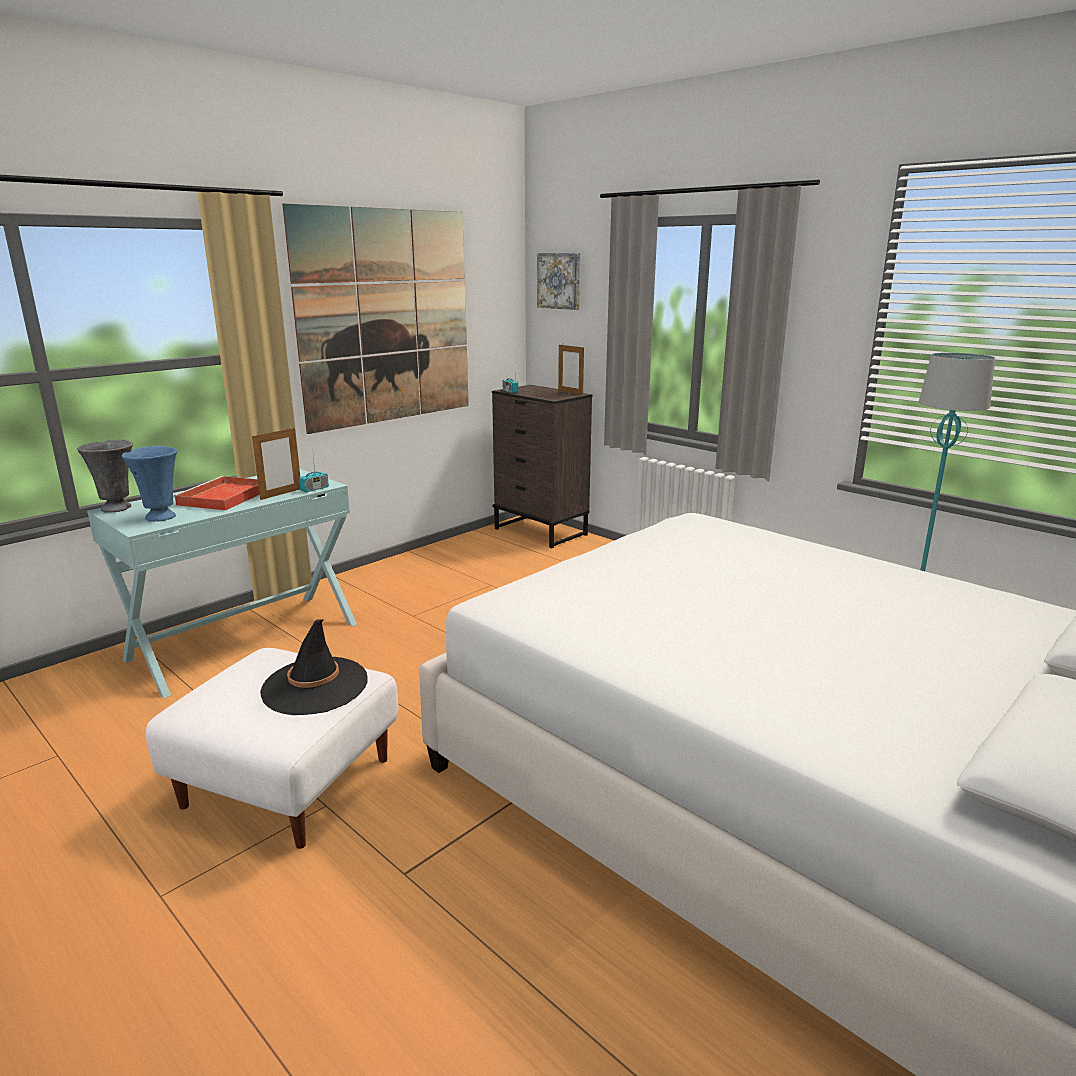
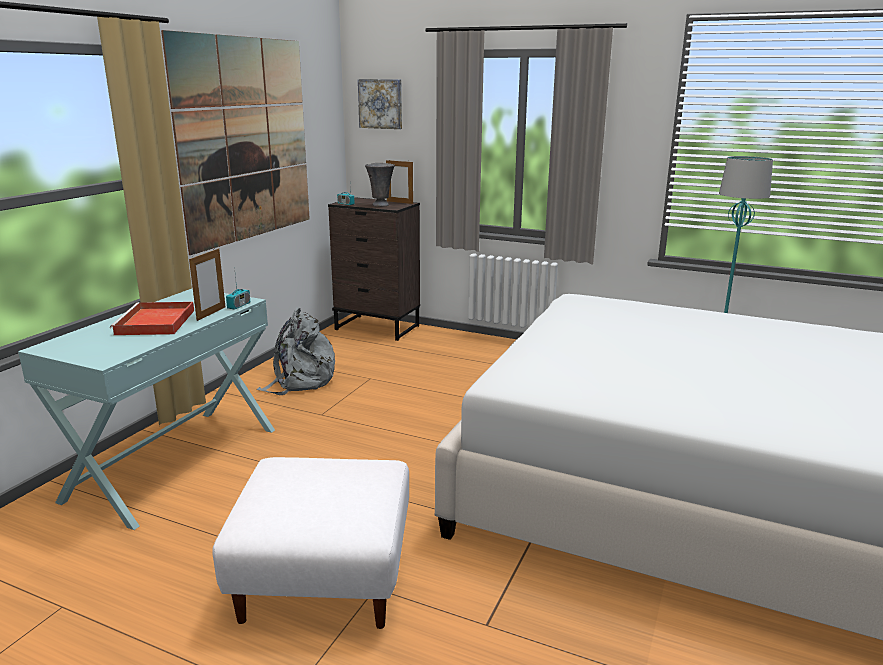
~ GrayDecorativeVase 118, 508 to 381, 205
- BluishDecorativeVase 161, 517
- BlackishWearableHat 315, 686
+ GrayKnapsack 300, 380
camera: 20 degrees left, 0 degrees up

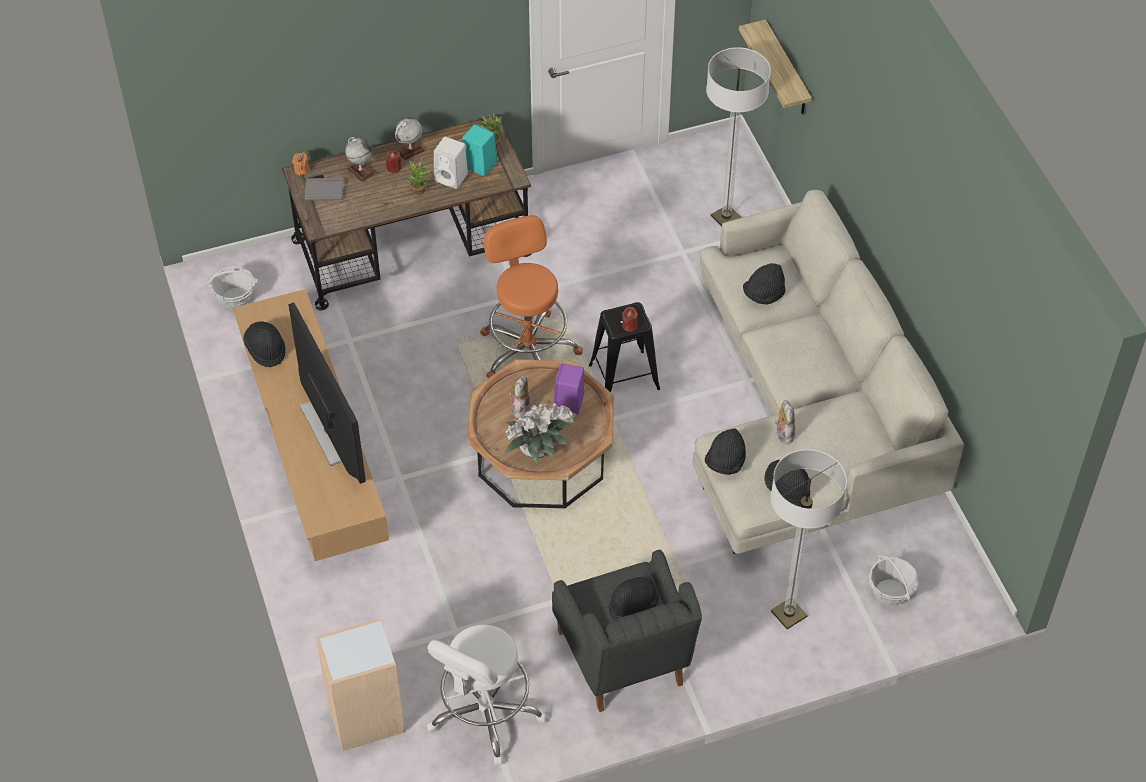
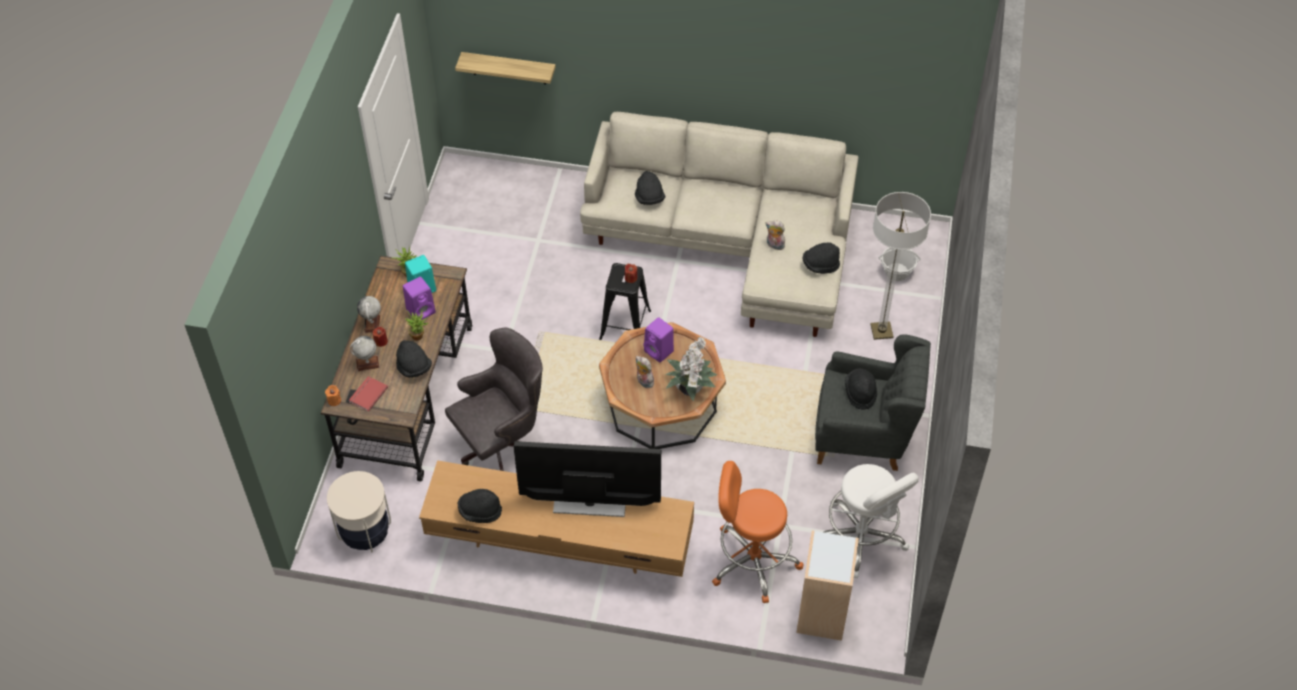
- StandingLamp 726, 218
~ WhitishAudioSpeaker 452, 178 to PurplishAudioSpeaker 421, 310
~ GrayVolume 324, 189 to RedVolume 367, 394
~ OrangeStool 528, 350 to 752, 561
~ HouseholdBasket 235, 298 to BeigeColouredAccentTable 365, 532
~ BlackishWearableHat 725, 462 to 414, 368
+ GrayComputerChair 501, 444
camera: 60 degrees left, 0 degrees up

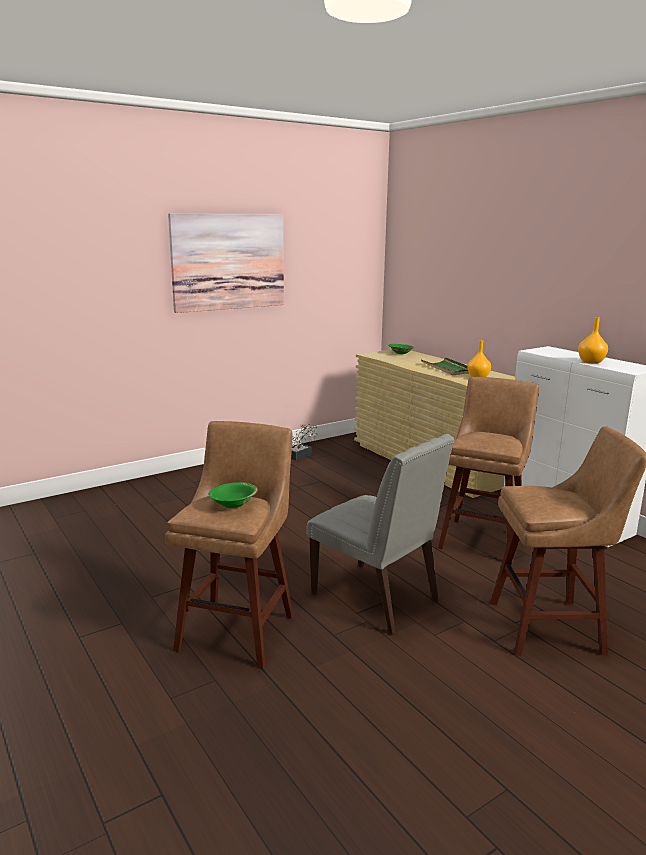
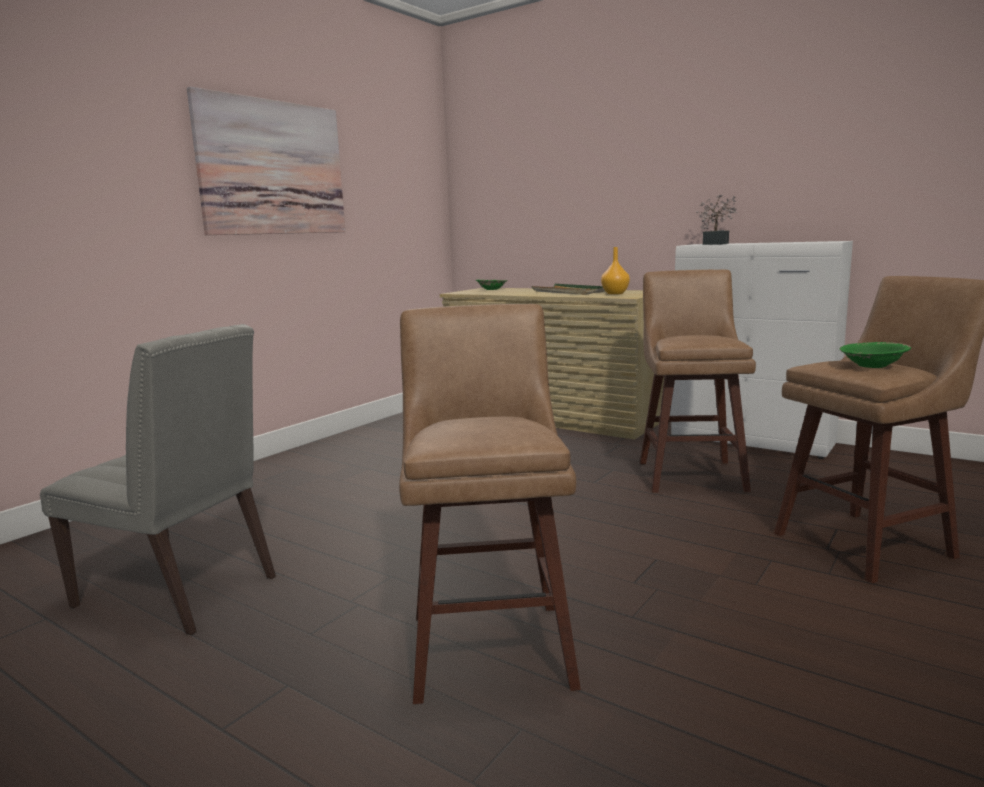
- OrangeDecorativeVase 591, 362
~ PottedPlant 301, 455 to 716, 244
~ GrayUprightChair 373, 597 to 175, 591
~ GreenColouredServingBowl 233, 504 to 872, 366
camera: 20 degrees left, 5 degrees down

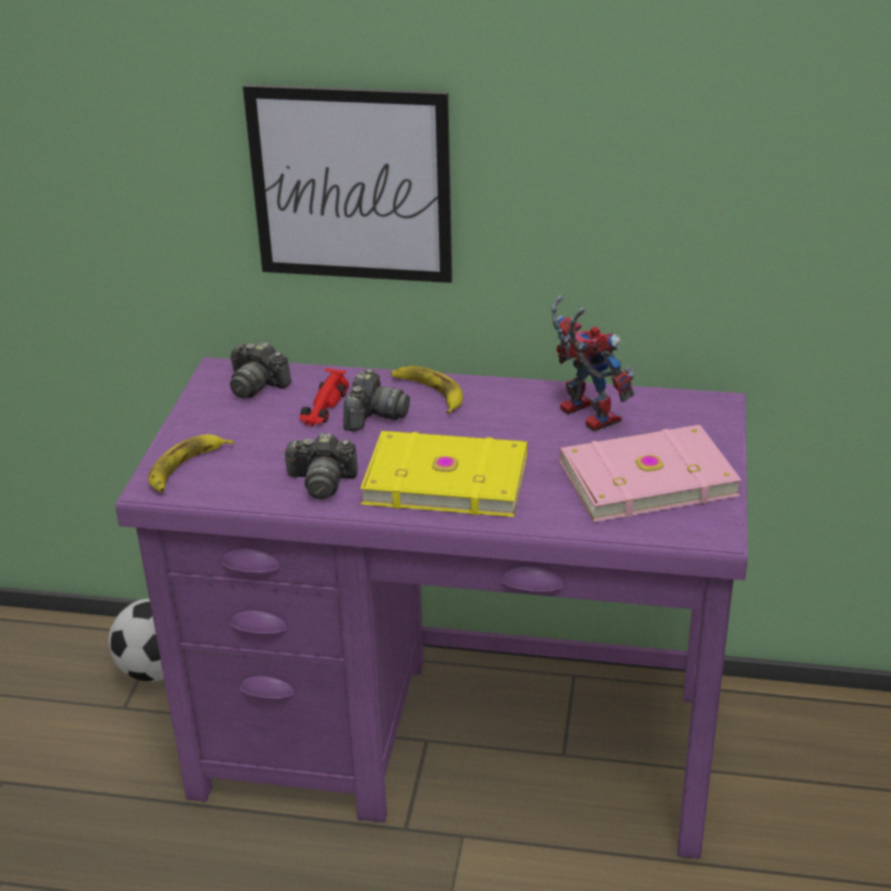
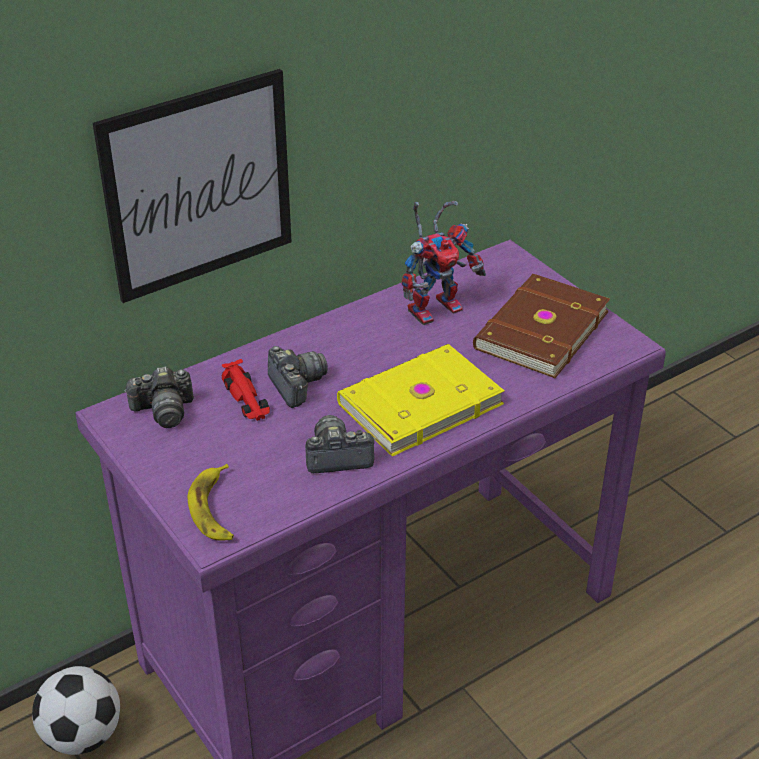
~ ToyRobot 582, 414 = 436, 306 135 degrees clockwise
- Banana 429, 393
~ PinkVolume 645, 477 to BrownVolume 539, 330
~ StillCamera 322, 482 = 337, 457 150 degrees counterclockwise
camera: 45 degrees left, 5 degrees up

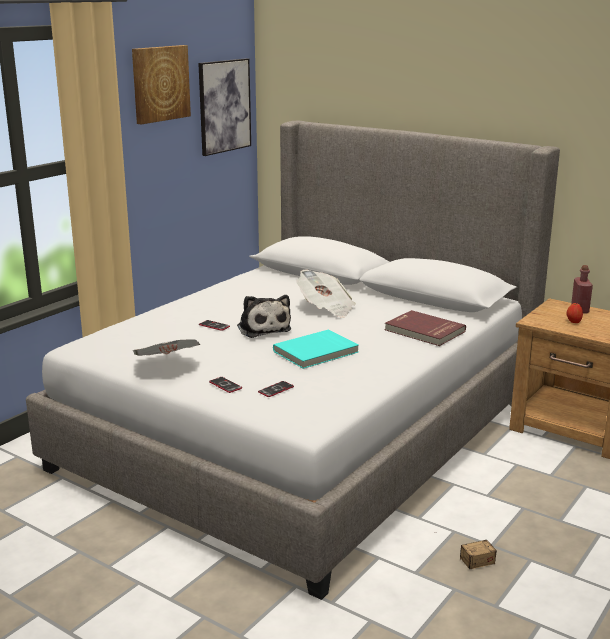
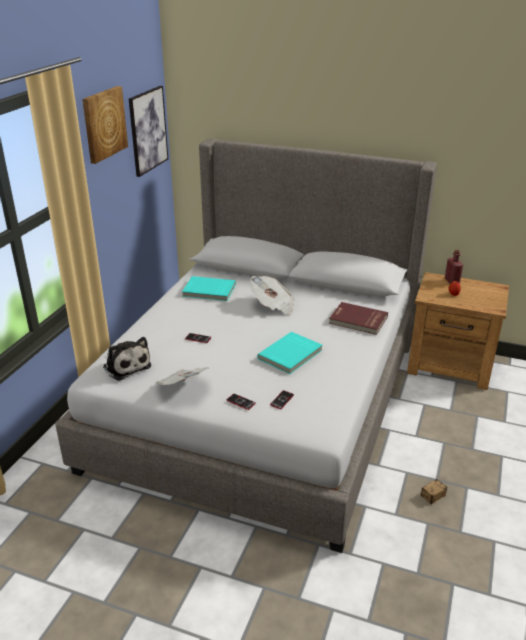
~ CuddlyToy 263, 328 to 126, 366
+ TurquoiseVolume 209, 291
camera: 15 degrees left, 10 degrees up

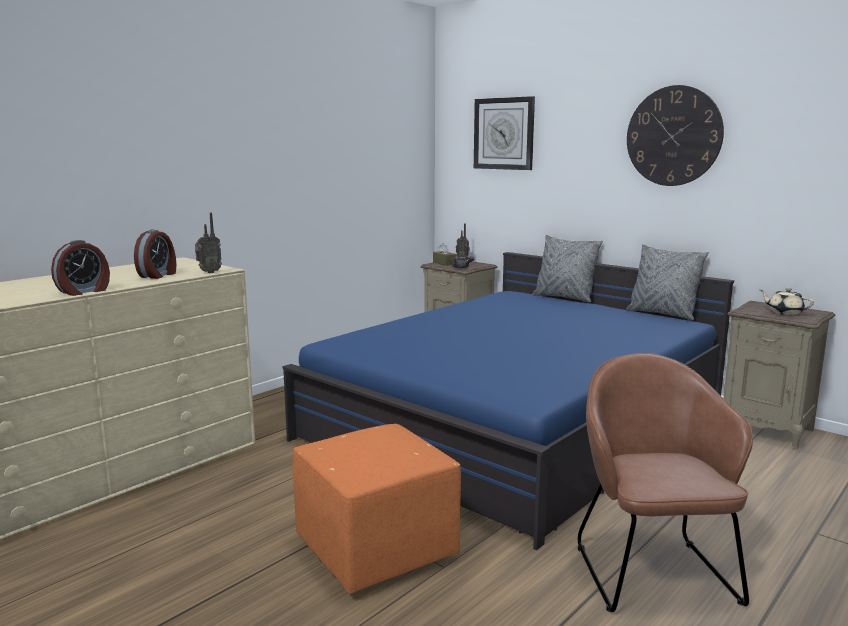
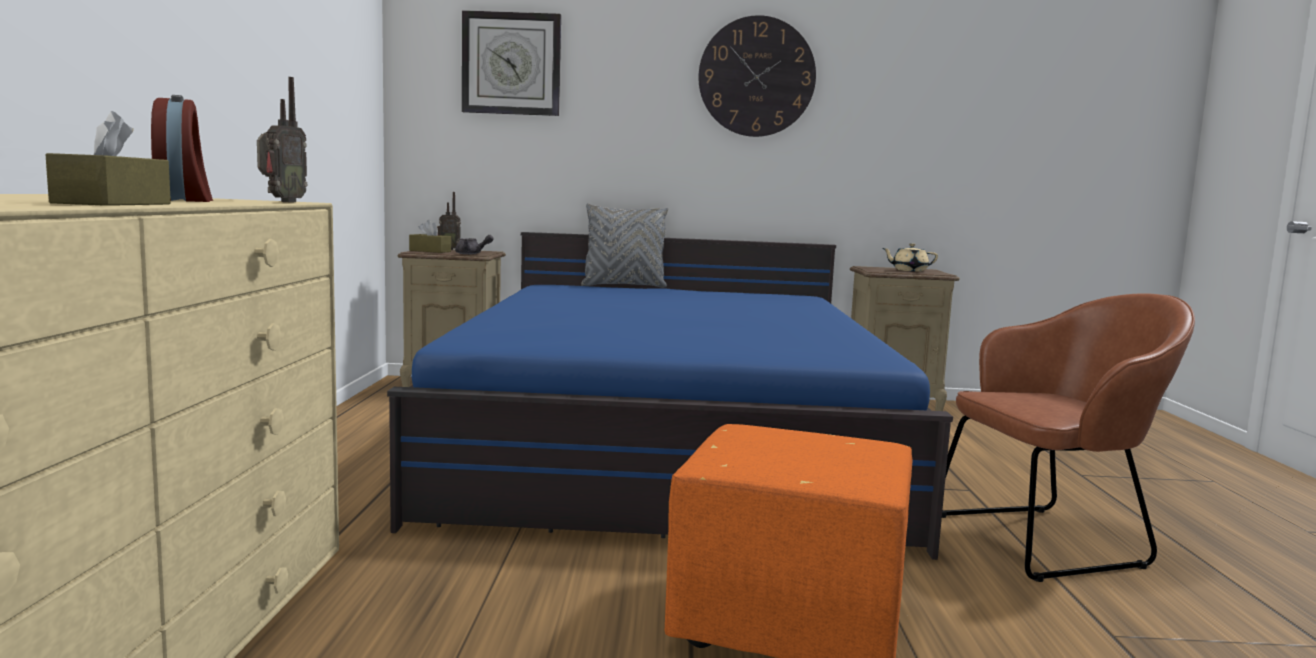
~ BedsideClock 84, 291 to BrownBoxOfTissues 113, 203
- GrayPillow 662, 314
~ BrownEasyChair 651, 568 = 1049, 541 120 degrees clockwise
camera: 40 degrees left, 5 degrees down

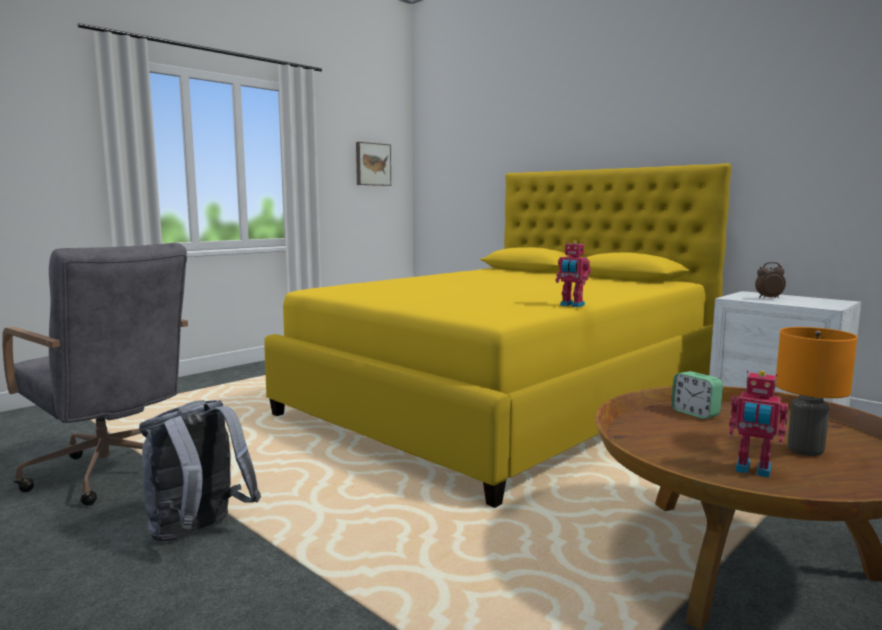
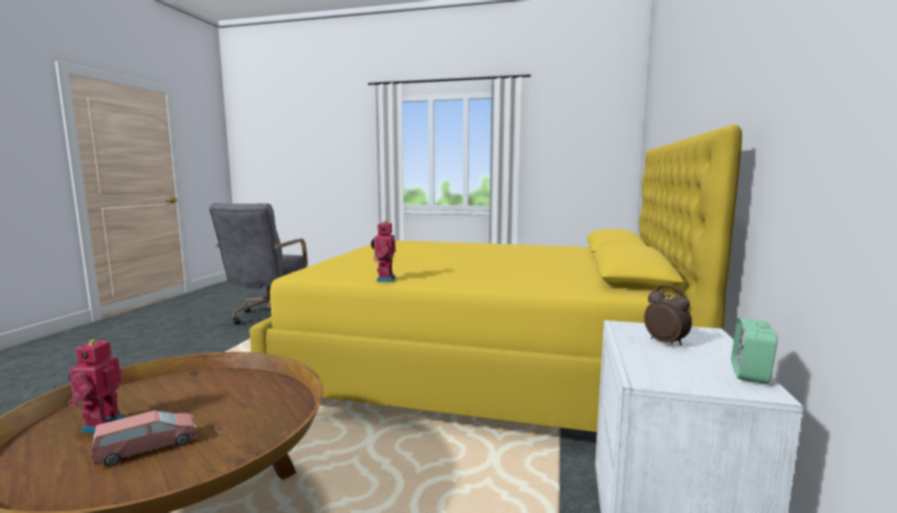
- WallPicture 372, 164
~ OrangeTableLamp 805, 451 to PinkToyCar 148, 448
~ BedsideClock 695, 413 to 749, 374
- GrayKnapsack 198, 533
camera: 60 degrees right, 0 degrees up

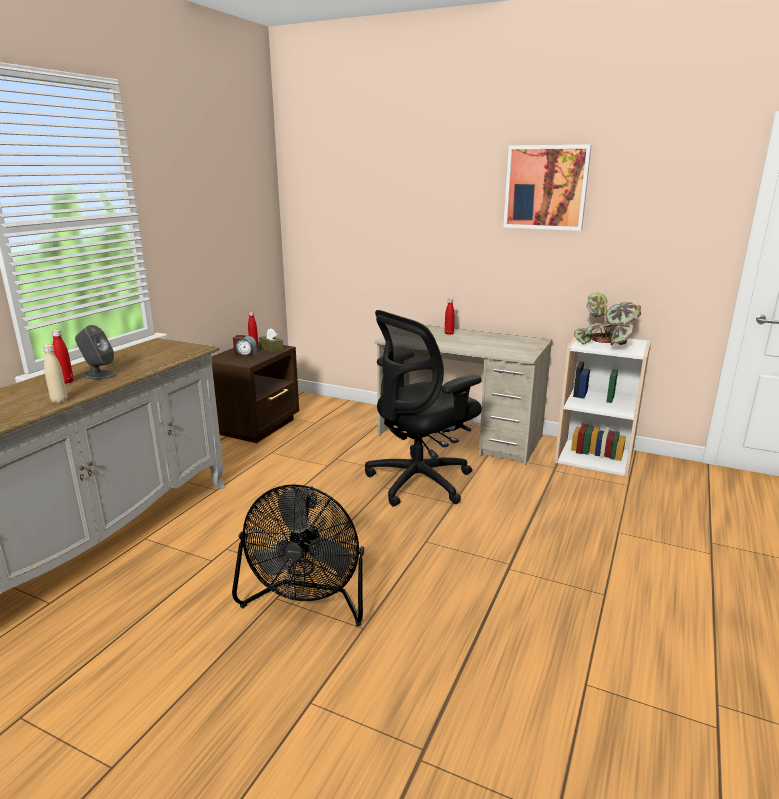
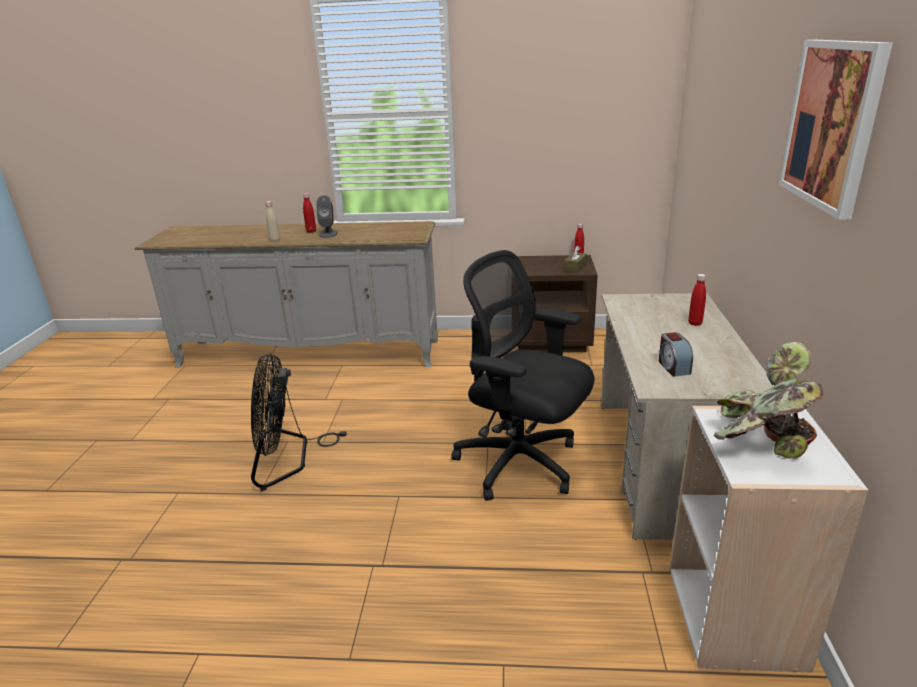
~ BedsideClock 245, 354 to 673, 367
camera: 70 degrees right, 5 degrees up

